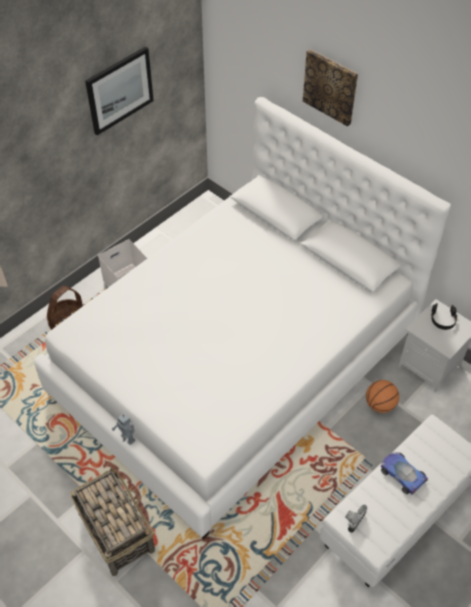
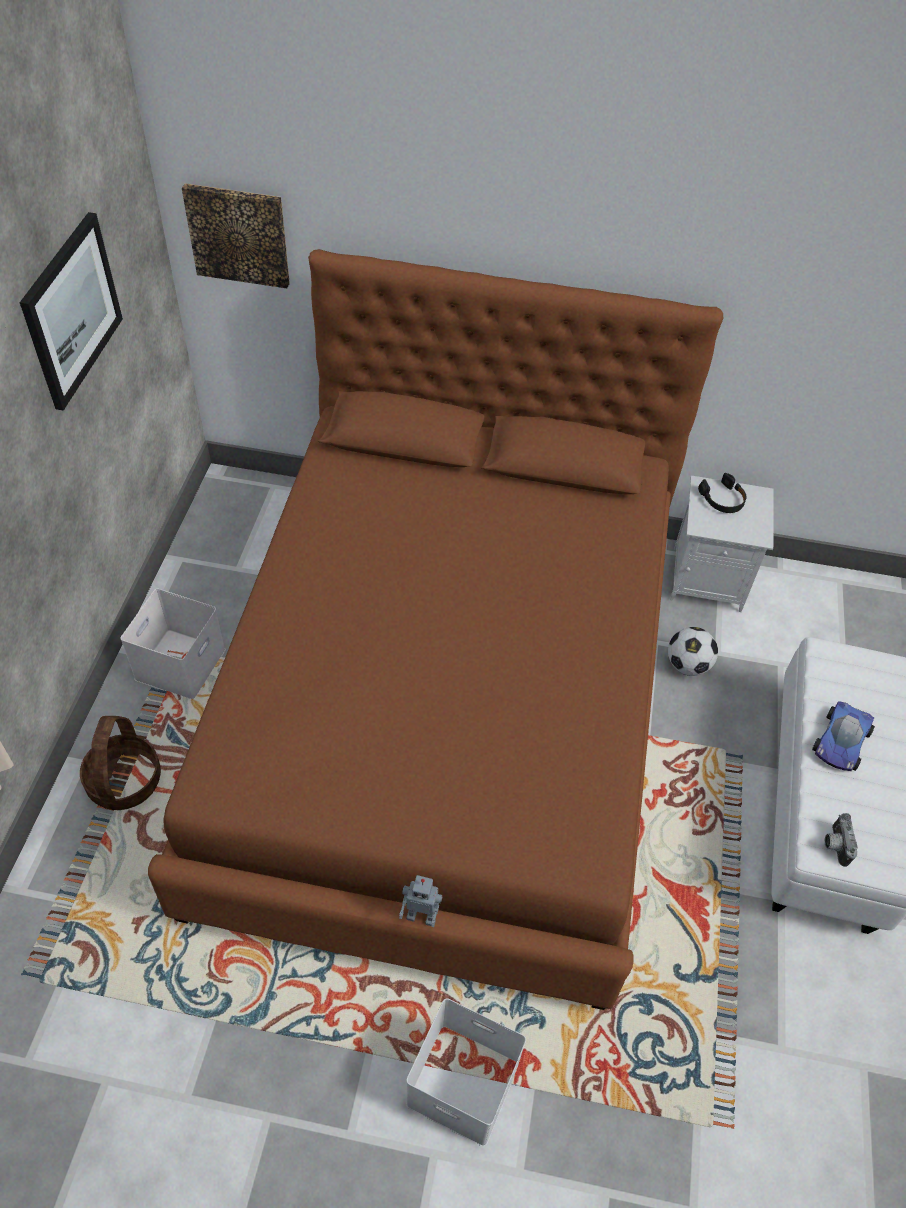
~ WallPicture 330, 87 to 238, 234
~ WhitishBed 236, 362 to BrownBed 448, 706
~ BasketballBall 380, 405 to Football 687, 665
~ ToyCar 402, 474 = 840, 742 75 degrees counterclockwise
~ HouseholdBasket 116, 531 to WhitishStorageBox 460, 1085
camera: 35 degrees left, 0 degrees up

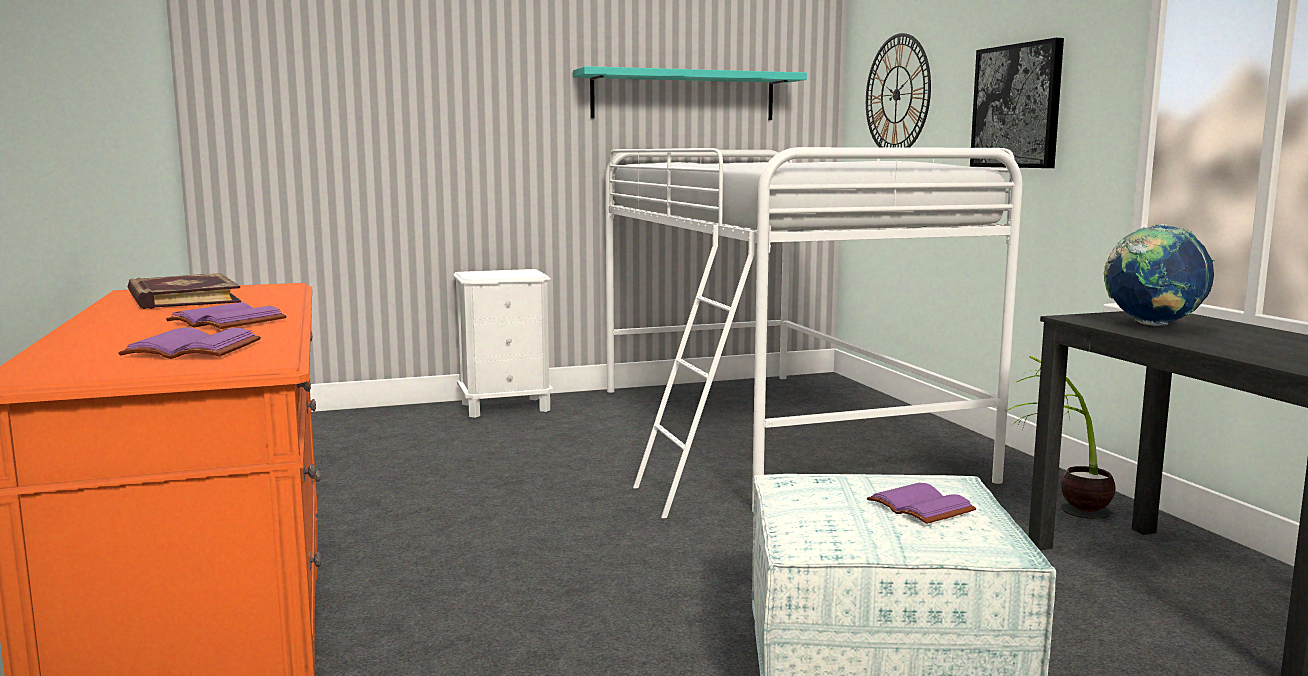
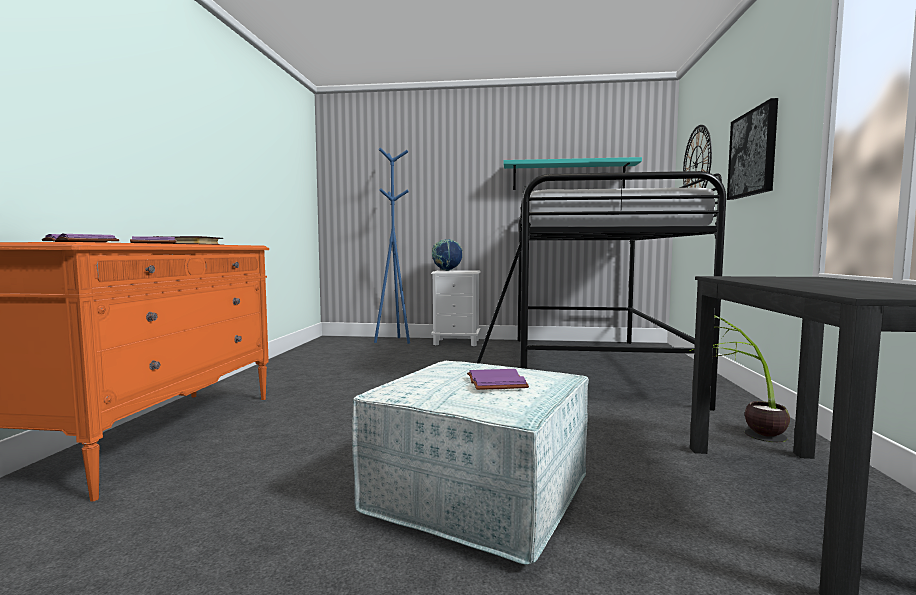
~ WhitishBed 771, 432 to BlackishBed 586, 366
~ WorldGlobe 1152, 325 to 447, 270
+ BluishGarmentStand 394, 341
camera: 25 degrees right, 5 degrees down

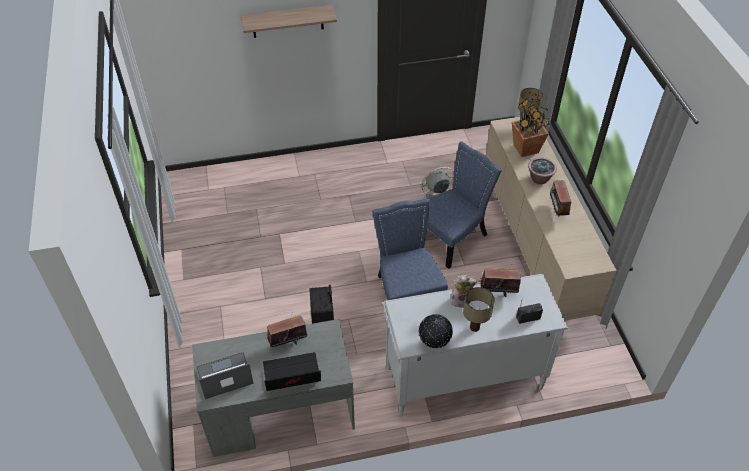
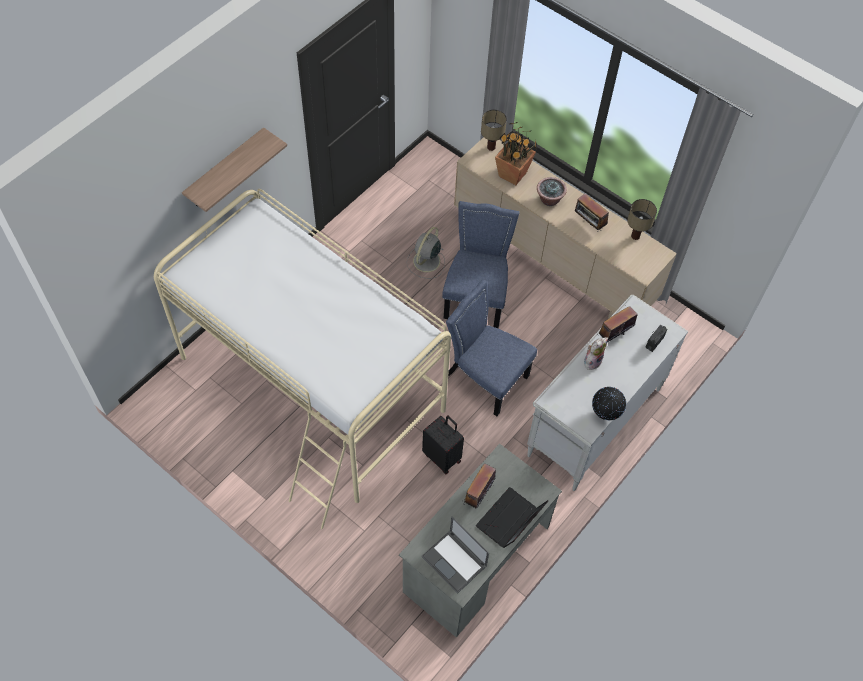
~ TableLamp 474, 328 to 635, 236
~ Laptop 224, 376 = 454, 561 75 degrees counterclockwise
+ BeigeColouredBed 312, 388
camera: 40 degrees left, 10 degrees up

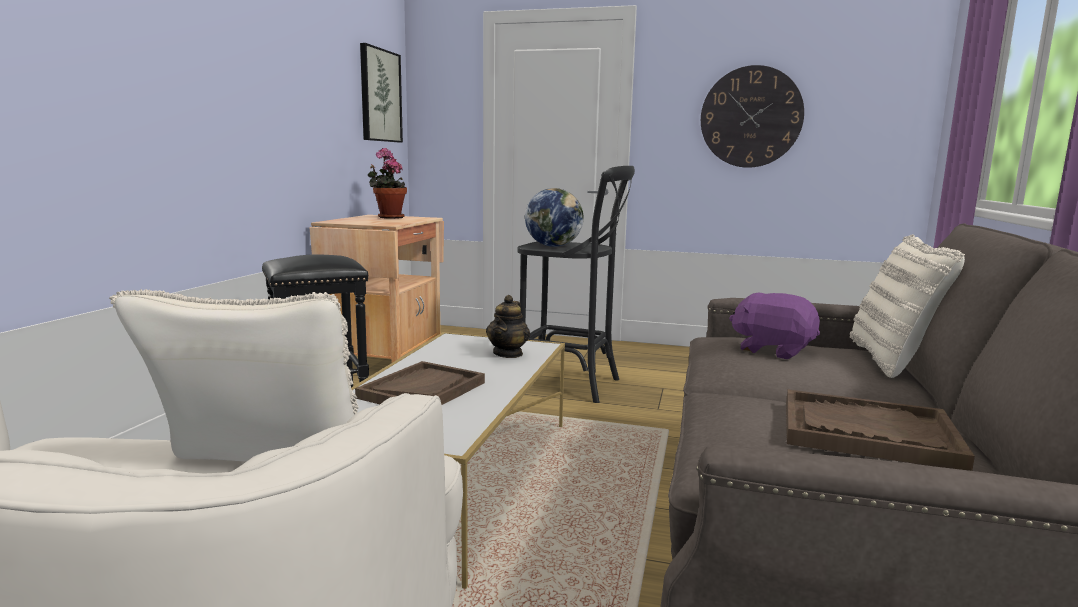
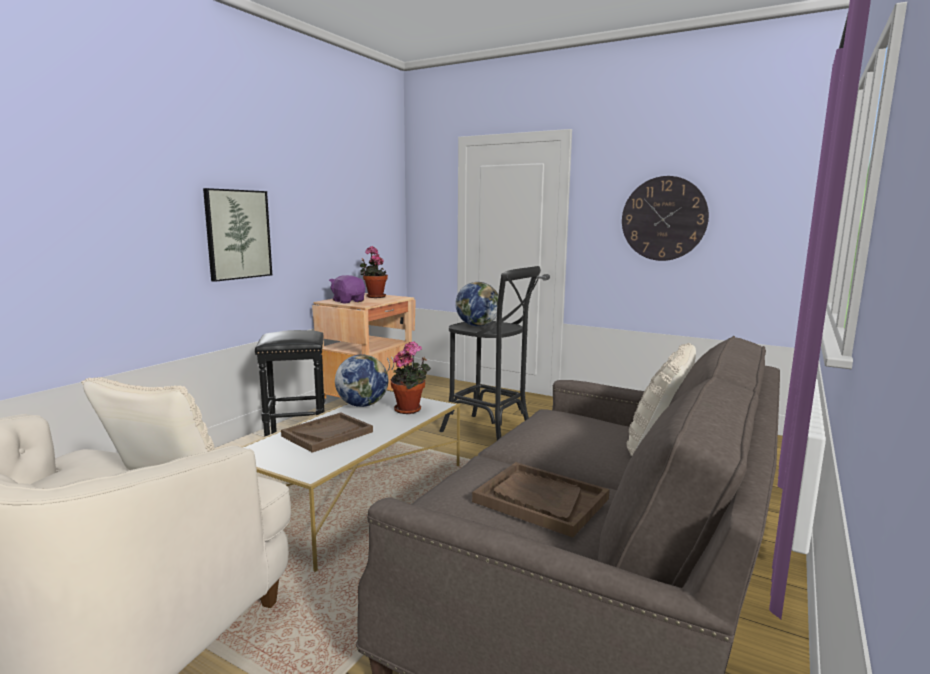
~ WallPicture 379, 95 to 238, 234
~ PurplishCuddlyToy 772, 350 to 348, 301
~ PotForTea 508, 354 to PottedPlant 410, 410
+ WorldGlobe 362, 405
camera: 15 degrees right, 0 degrees up

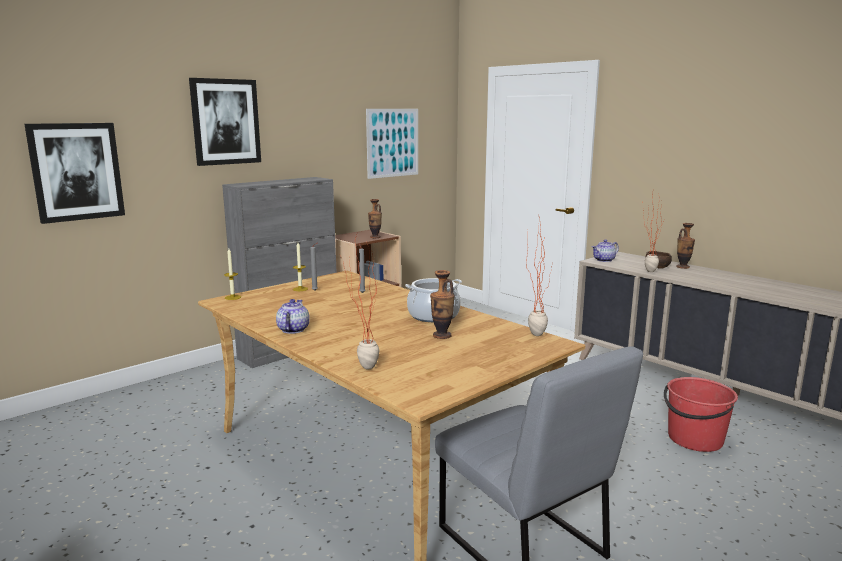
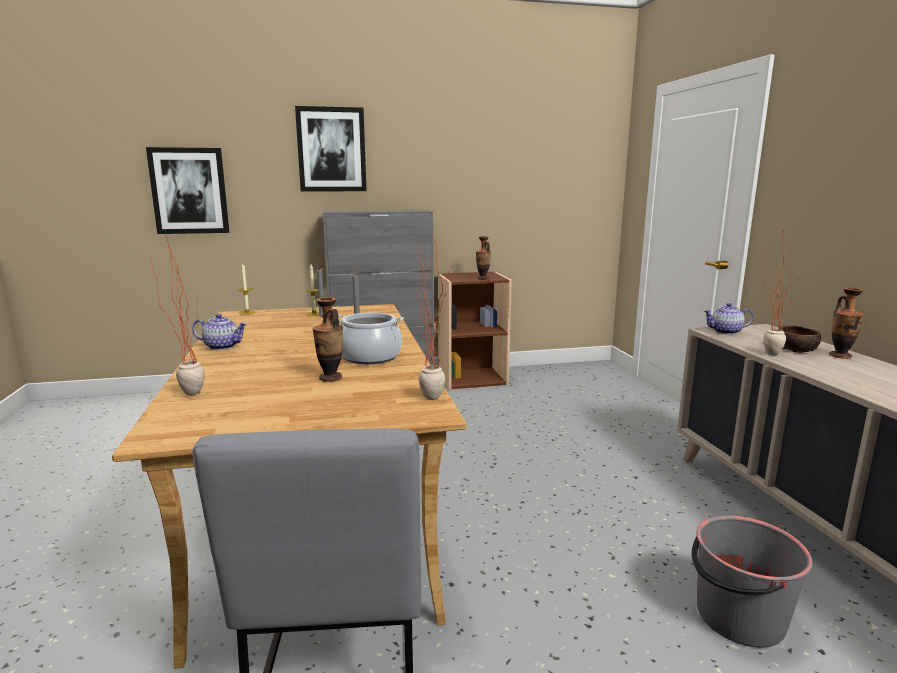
- WallPicture 393, 143
~ PotForTea 293, 330 = 222, 346 60 degrees clockwise
~ RedWaterBucket 694, 439 to GrayWaterBucket 738, 617
camera: 30 degrees right, 0 degrees up

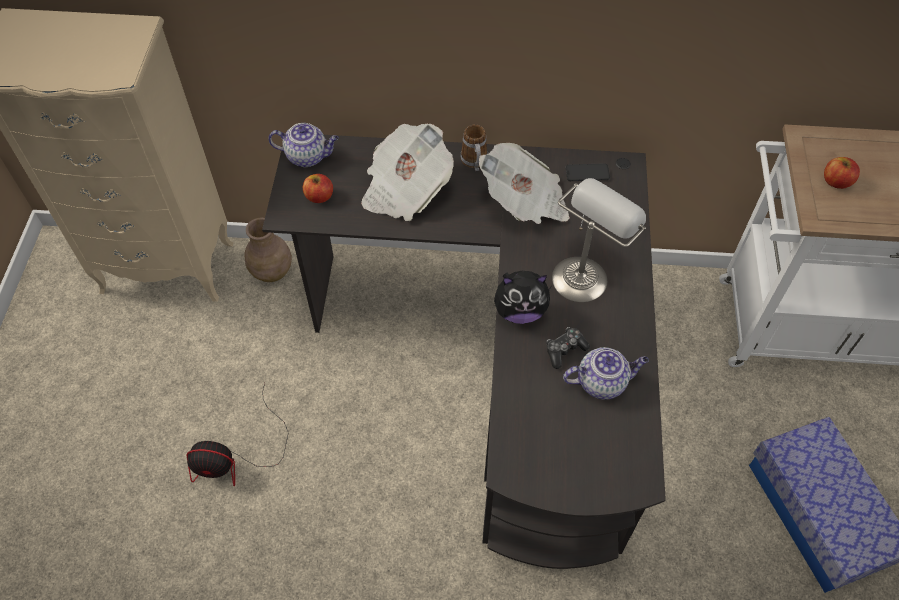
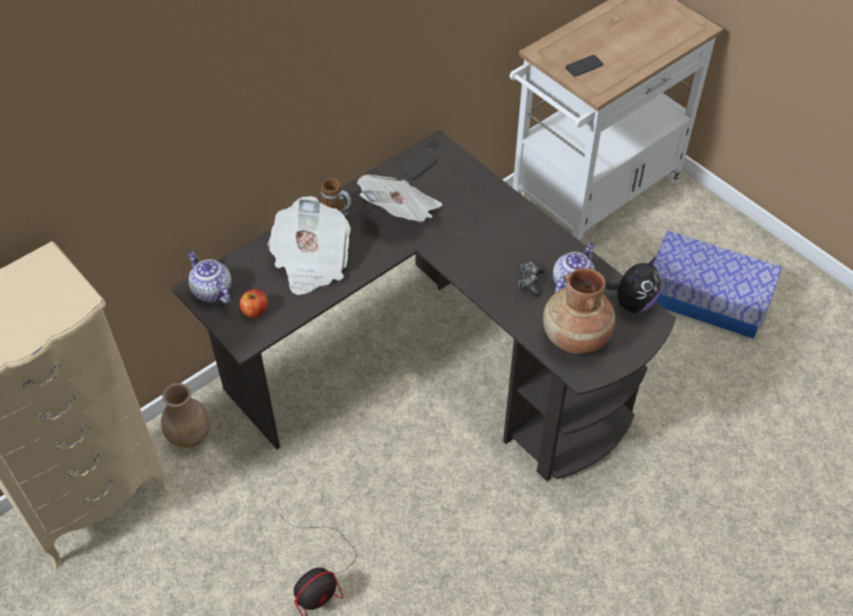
~ PotForTea 308, 156 = 211, 291 90 degrees counterclockwise
~ WholeApple 836, 181 to Telephone 584, 66
- WhitishTableLamp 585, 270
~ CuddlyToy 520, 311 to 632, 303
+ BrownDecorativeVase 575, 337
camera: 45 degrees left, 5 degrees down

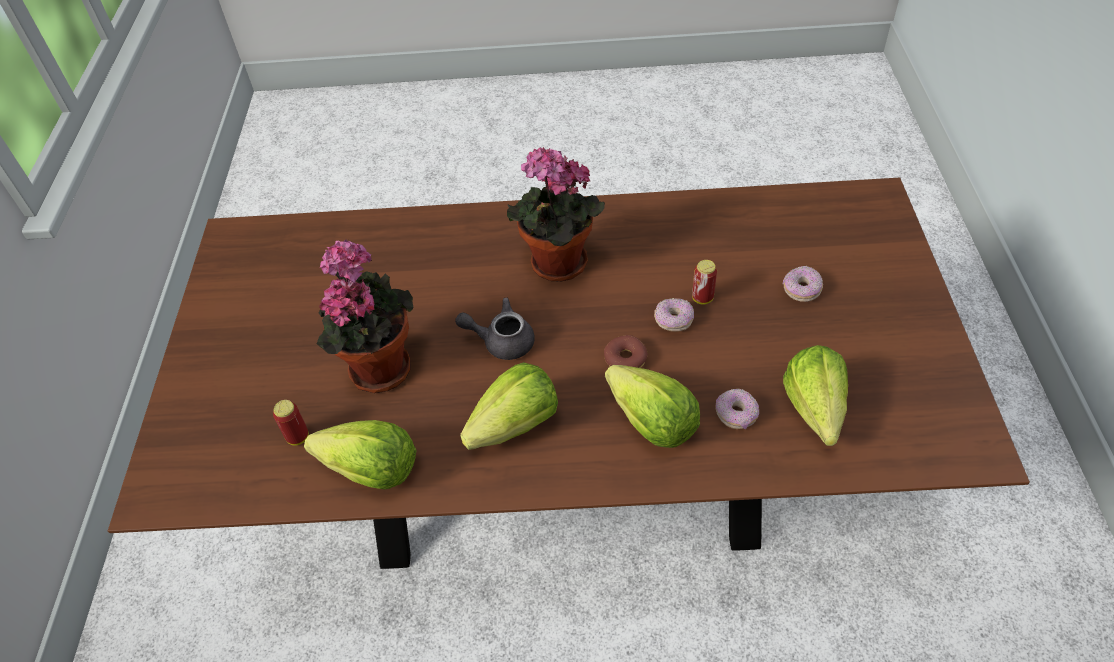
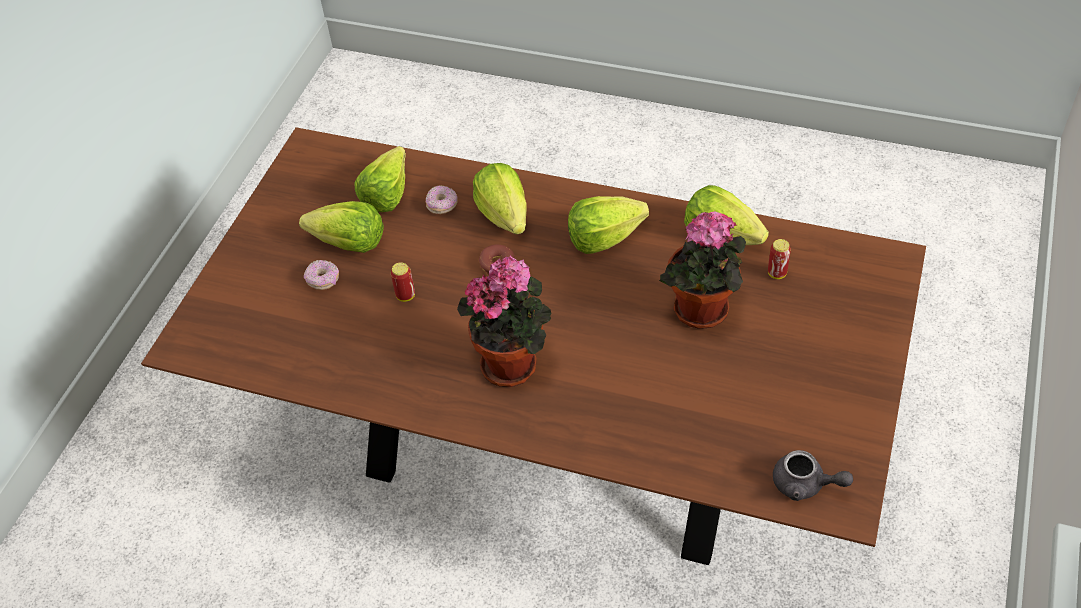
~ GrayPotForTea 501, 341 to 805, 485
- RingDoughnut 673, 321
+ Lettuce 349, 244
camera: 160 degrees left, 0 degrees up

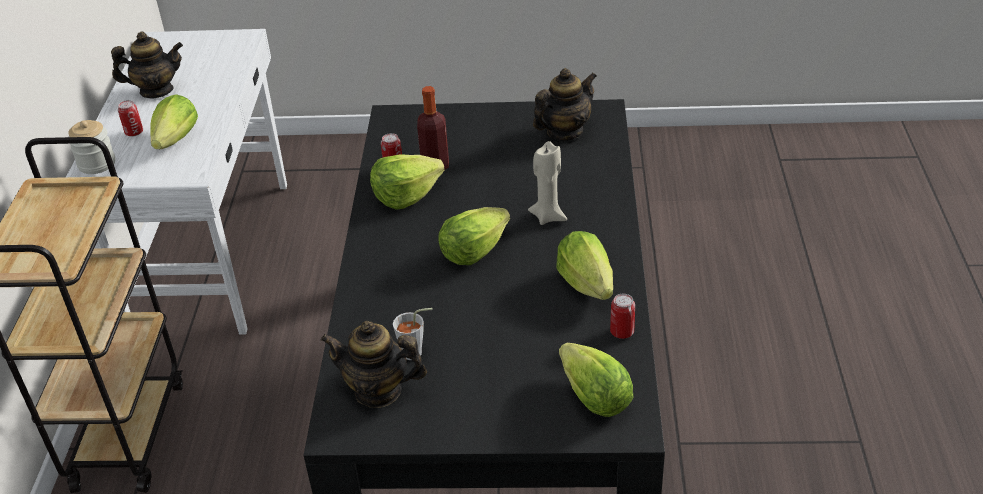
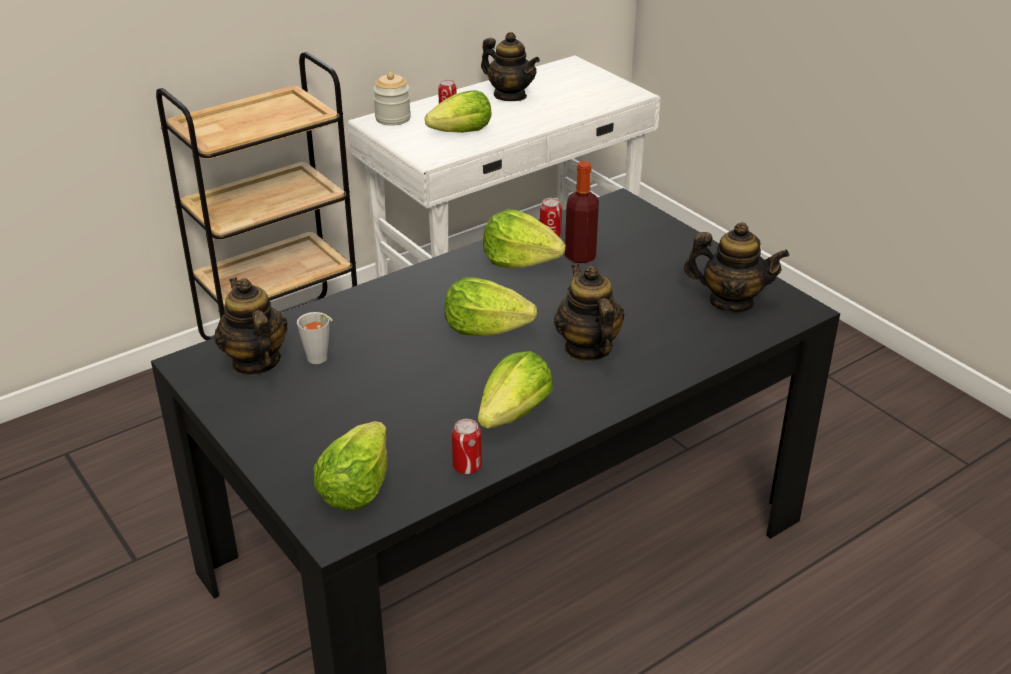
~ BeigeColouredWaxLight 548, 216 to PotForTea 587, 348
camera: 50 degrees right, 5 degrees down

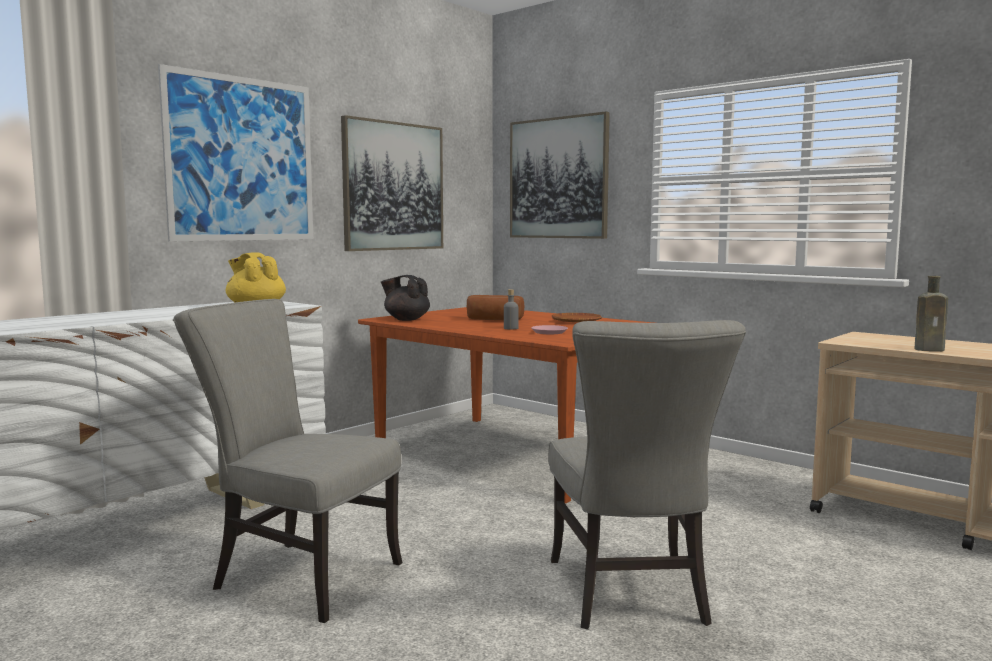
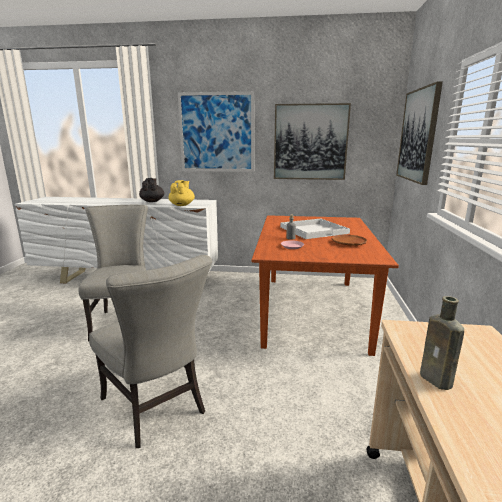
~ BlackishPotForTea 406, 319 to 152, 201
~ BakedBread 493, 320 to WhitishTray 314, 230
~ GrayUprightChair 631, 595 = 157, 408 90 degrees counterclockwise
camera: 55 degrees right, 10 degrees up

